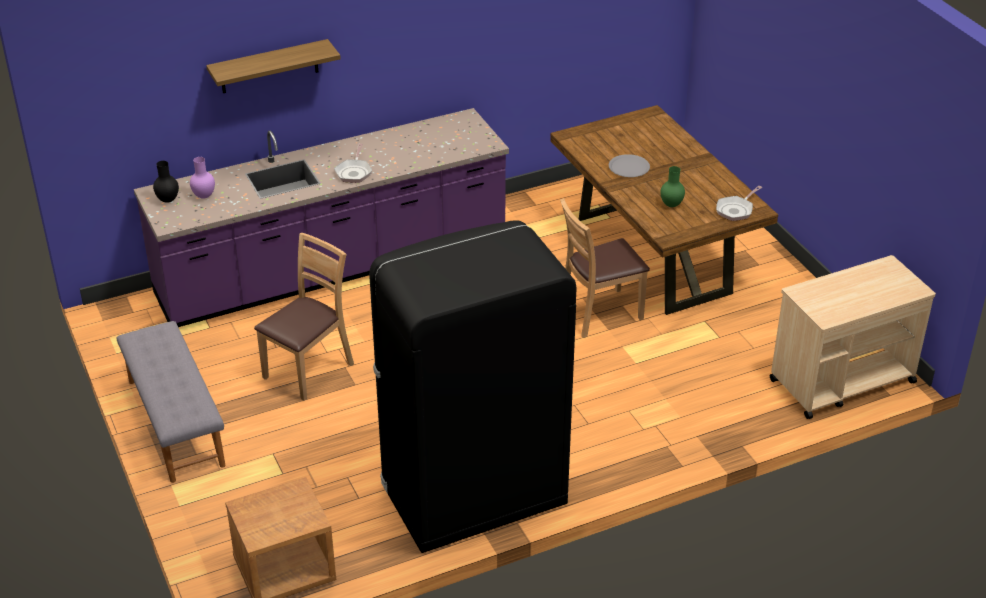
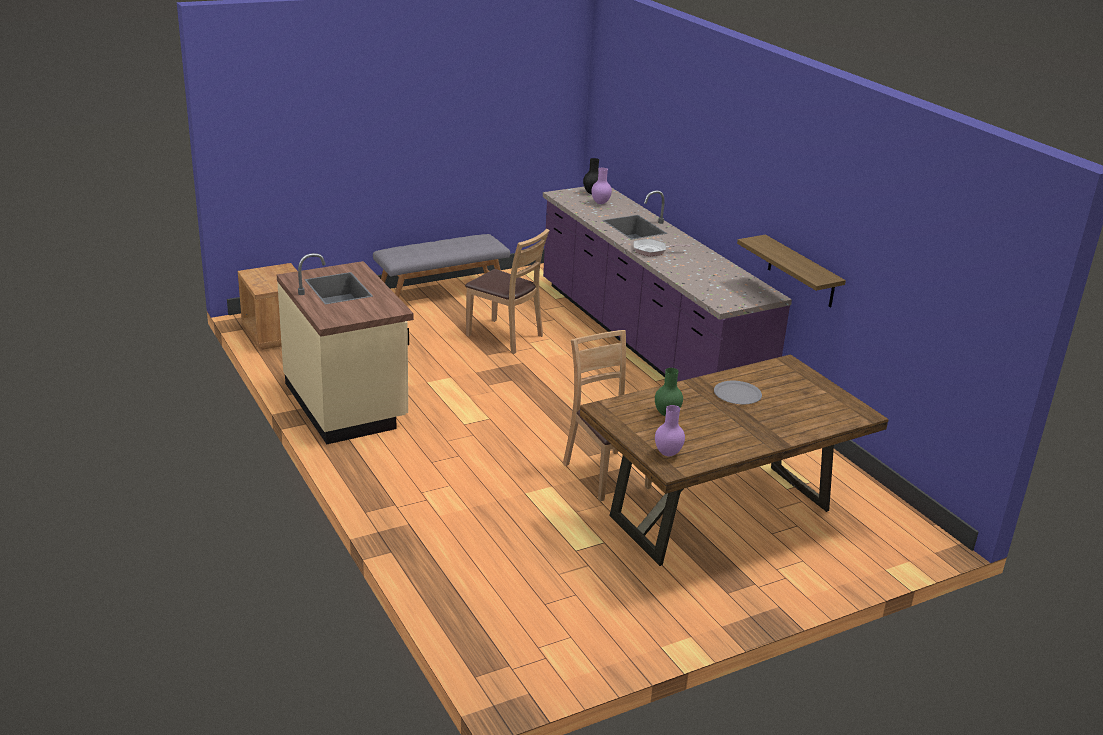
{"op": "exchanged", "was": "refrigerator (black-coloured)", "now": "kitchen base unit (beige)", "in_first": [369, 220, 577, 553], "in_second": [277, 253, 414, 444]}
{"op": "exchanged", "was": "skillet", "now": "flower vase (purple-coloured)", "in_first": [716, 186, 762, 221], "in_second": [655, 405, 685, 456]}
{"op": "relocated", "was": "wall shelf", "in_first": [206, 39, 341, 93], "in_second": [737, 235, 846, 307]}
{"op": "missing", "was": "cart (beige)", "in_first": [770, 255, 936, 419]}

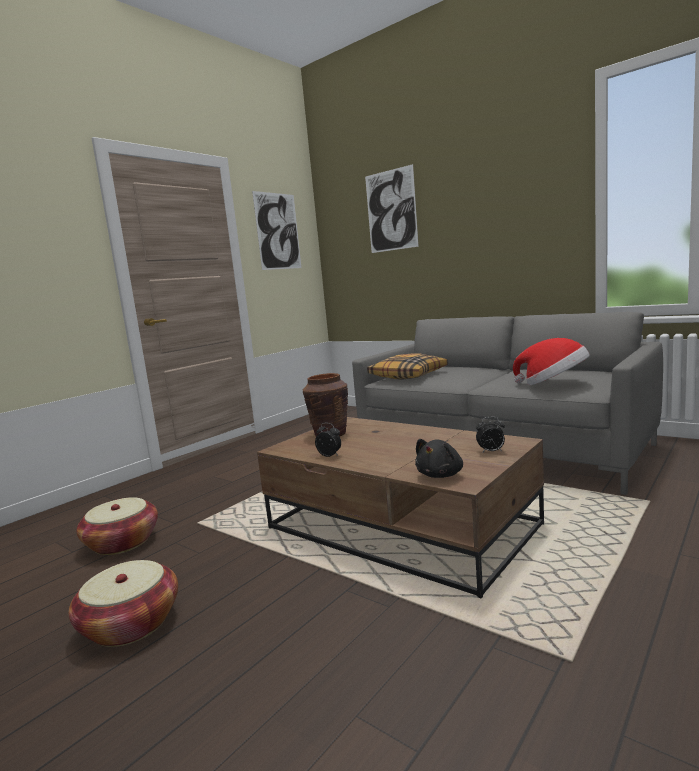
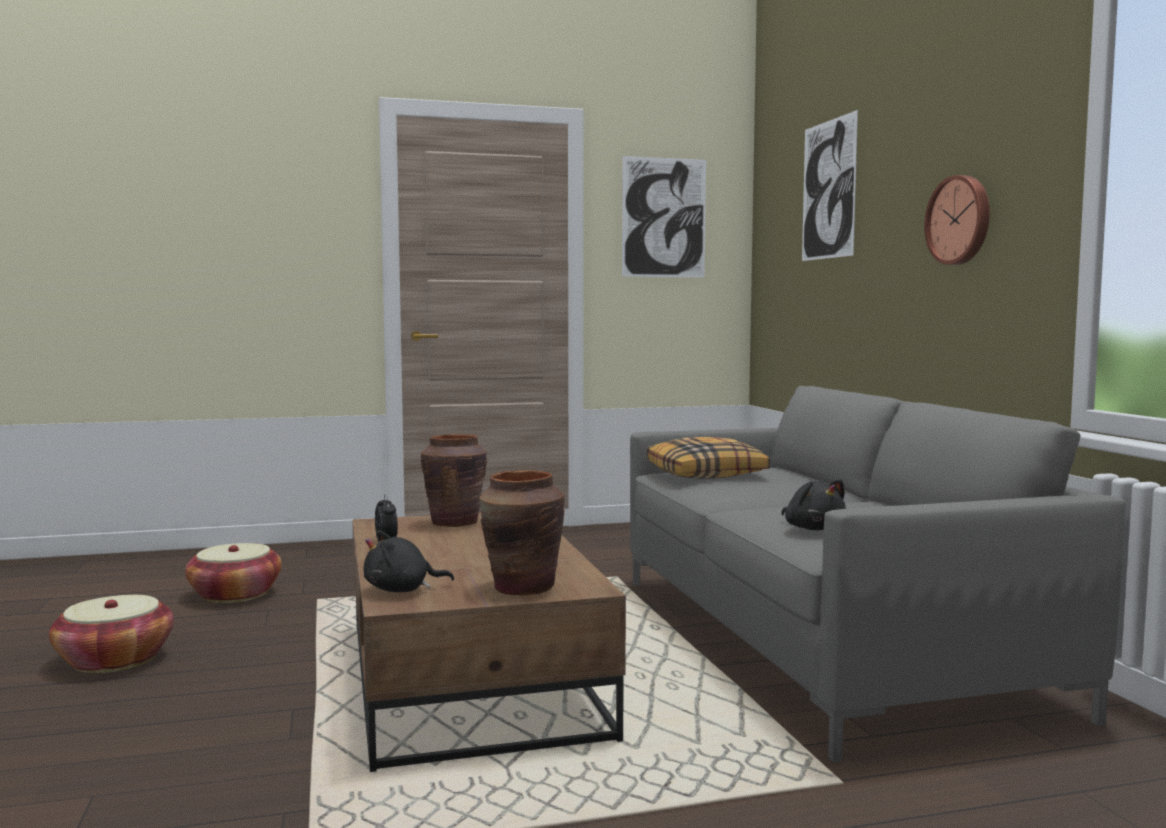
{"op": "exchanged", "was": "bedside clock", "now": "flower vase (brownish)", "in_first": [476, 416, 505, 452], "in_second": [479, 470, 565, 595]}
{"op": "exchanged", "was": "clothing hat", "now": "soft toy (black-coloured)", "in_first": [513, 338, 590, 385], "in_second": [781, 480, 846, 530]}
{"op": "appeared", "now": "hanging clock", "in_second": [924, 175, 990, 265]}

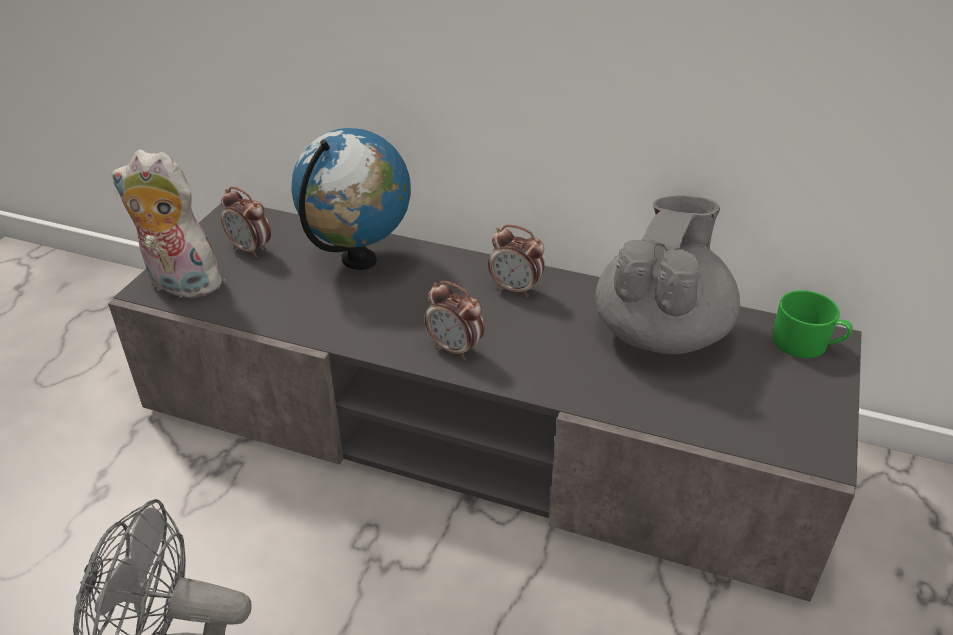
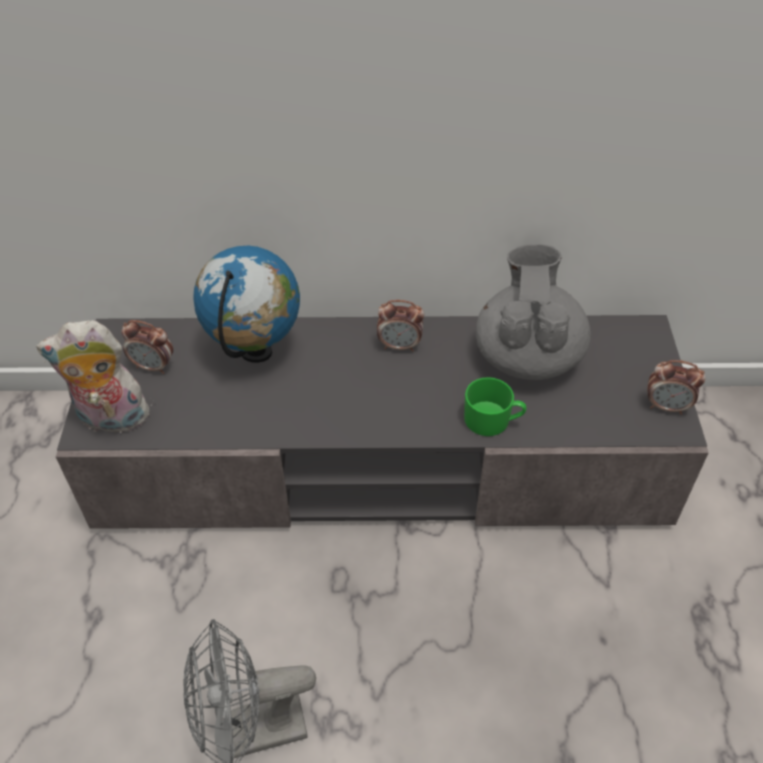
{"op": "relocated", "was": "coffee mug (greenish)", "in_first": [772, 290, 853, 358], "in_second": [464, 377, 526, 436]}
{"op": "relocated", "was": "bedside clock", "in_first": [425, 281, 485, 360], "in_second": [647, 360, 705, 415]}

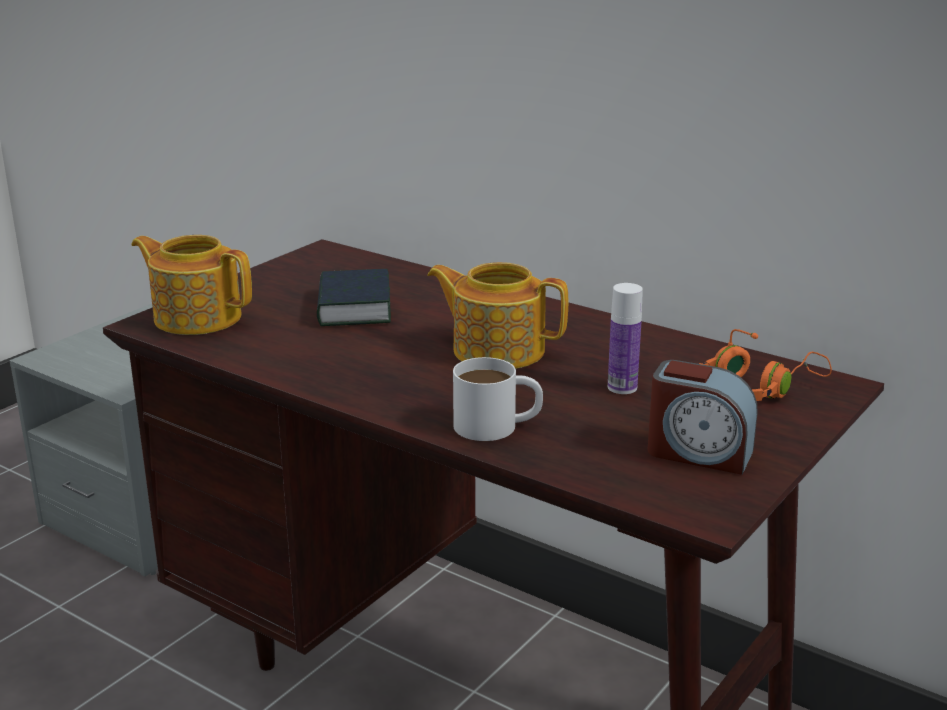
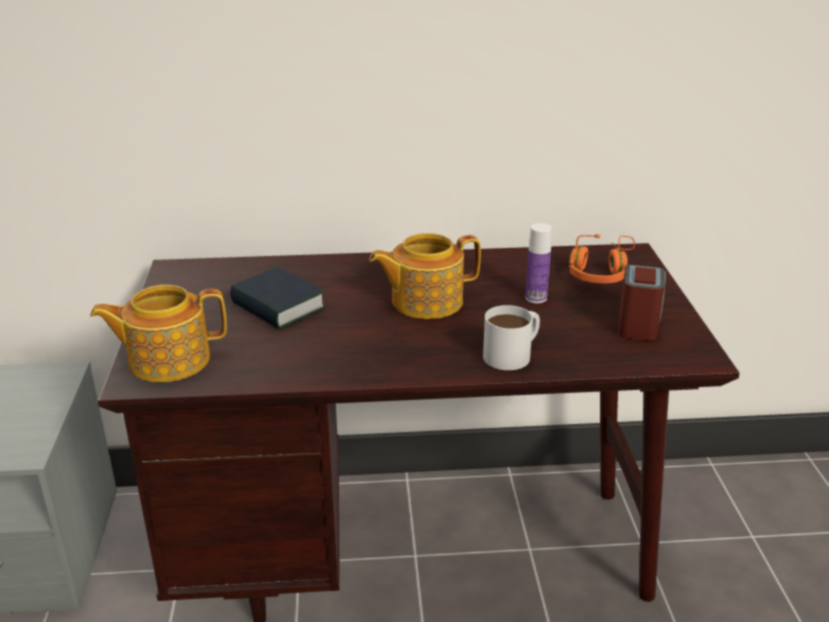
{"op": "spun", "was": "bedside clock", "in_first": [648, 360, 758, 475], "in_second": [618, 265, 666, 341], "clockwise": -60}

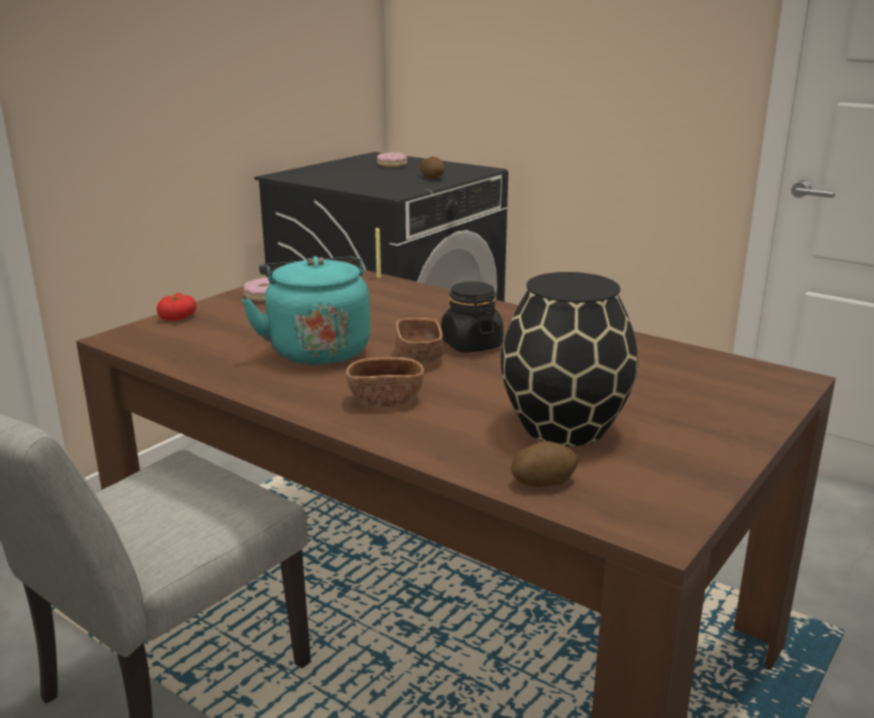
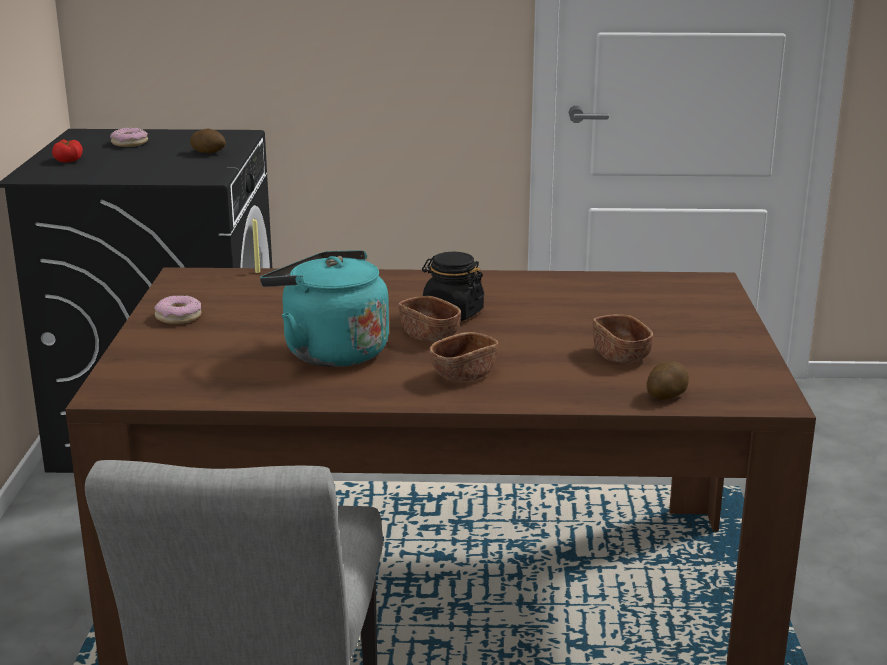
{"op": "relocated", "was": "fresh tomato", "in_first": [157, 293, 196, 321], "in_second": [52, 139, 83, 163]}
{"op": "exchanged", "was": "flower vase (black-coloured)", "now": "deep dish (brownish)", "in_first": [501, 272, 638, 446], "in_second": [593, 315, 653, 363]}

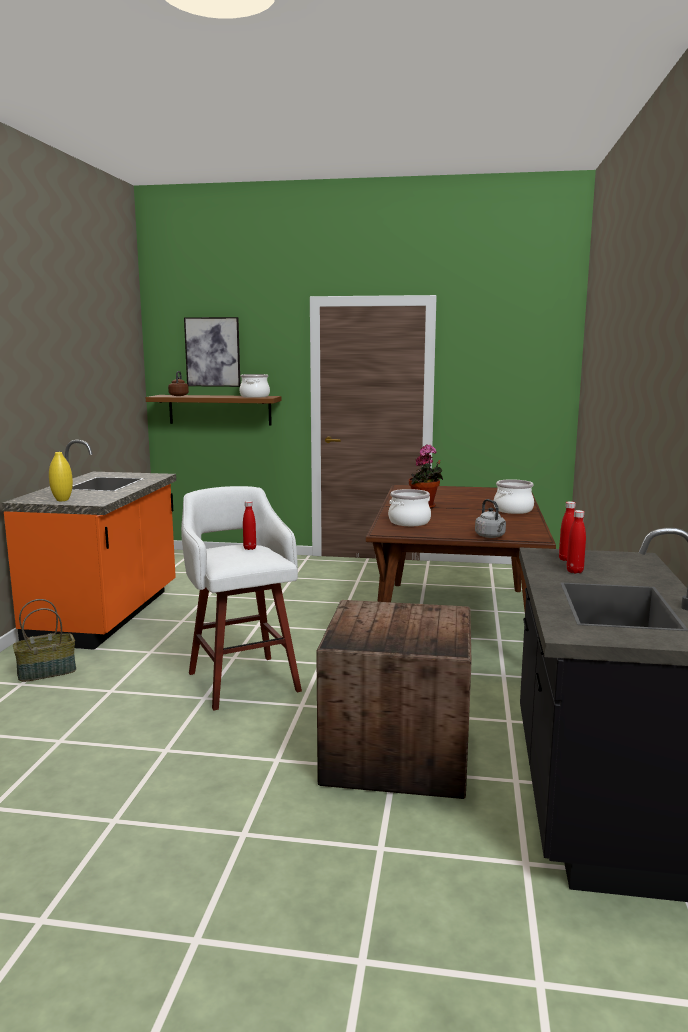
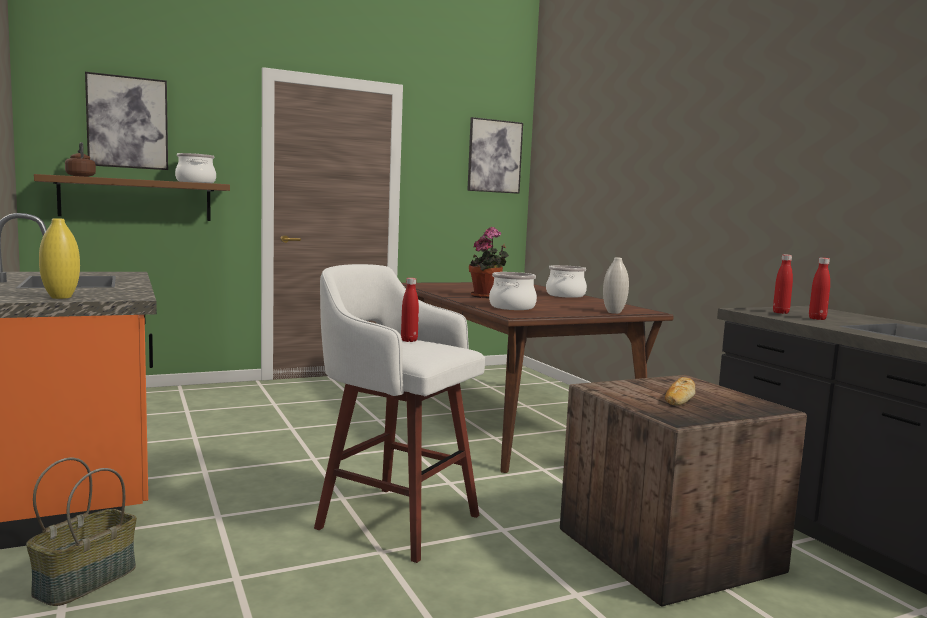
{"op": "appeared", "now": "wall art", "in_second": [467, 117, 523, 194]}
{"op": "exchanged", "was": "tea kettle (greyish)", "now": "flower vase (whitish)", "in_first": [475, 499, 506, 538], "in_second": [603, 257, 629, 314]}
{"op": "appeared", "now": "bakery bread", "in_second": [665, 377, 695, 406]}

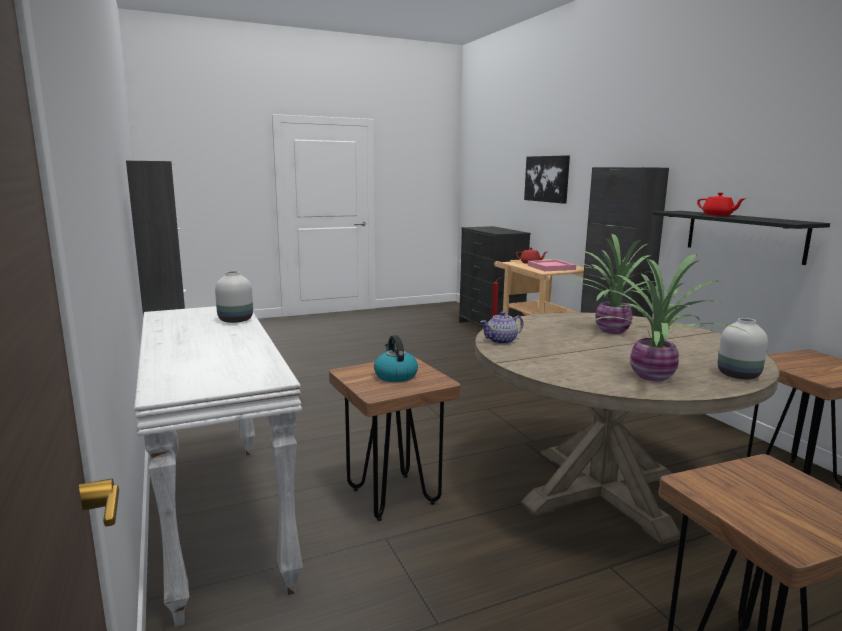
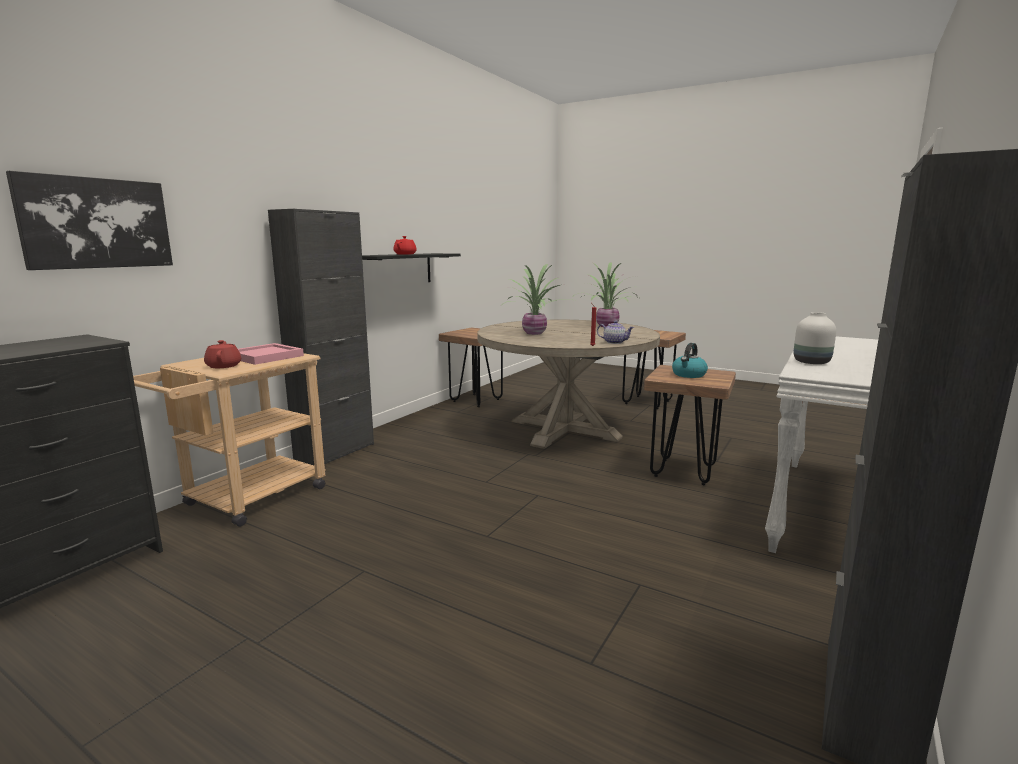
{"op": "missing", "was": "flower vase (whitish)", "in_first": [718, 318, 768, 379]}

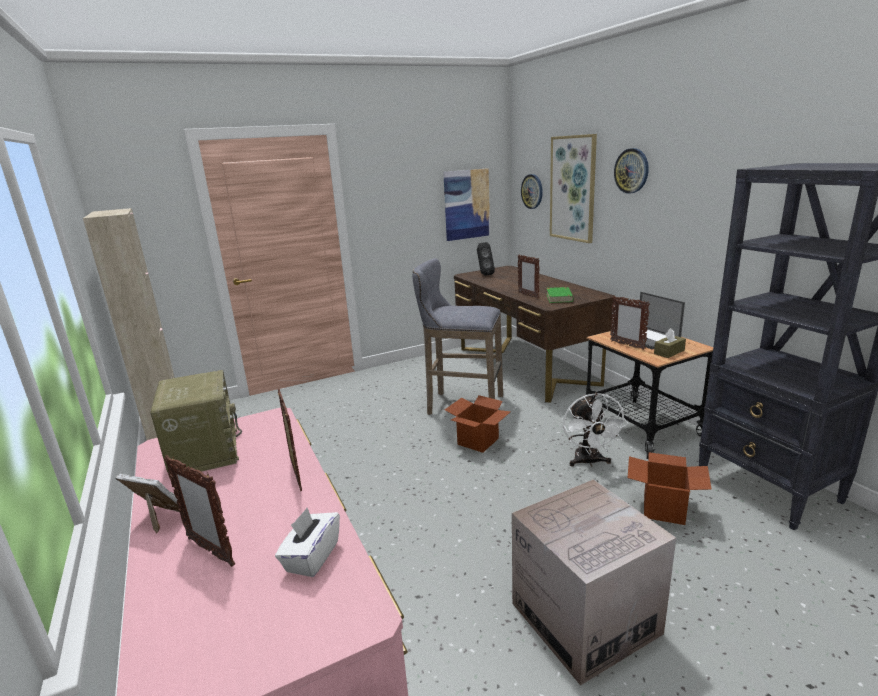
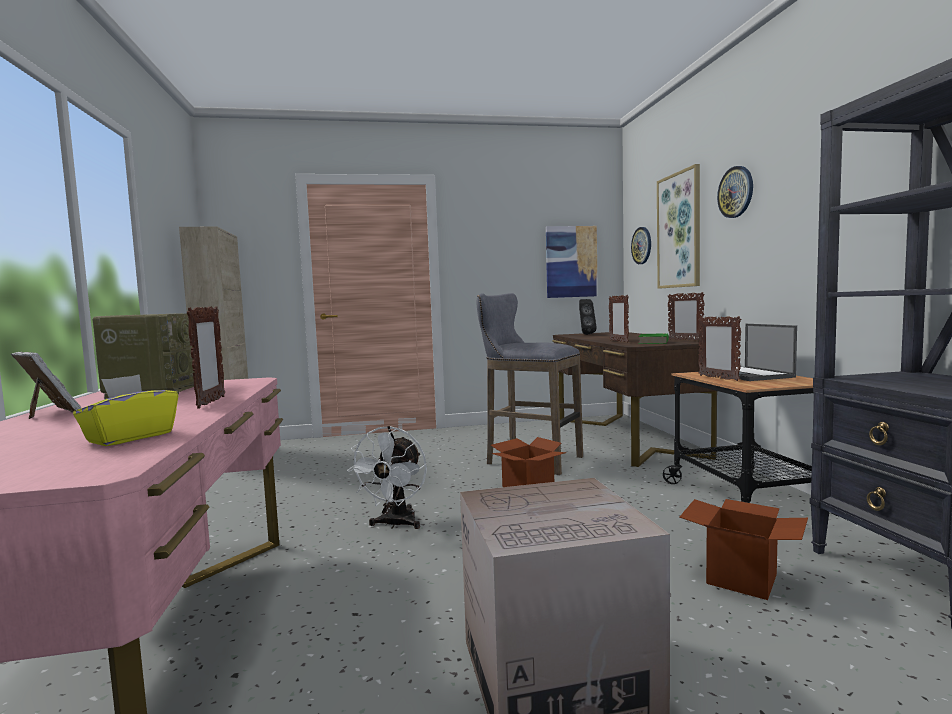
{"op": "colour", "was": "tissue box (whitish)", "now": "tissue box (yellowish)", "in_first": [275, 508, 340, 577], "in_second": [73, 374, 178, 446]}
{"op": "relocated", "was": "cooling fan (whitish)", "in_first": [563, 393, 628, 467], "in_second": [347, 426, 427, 529]}
{"op": "relocated", "was": "standing frame", "in_first": [164, 455, 235, 567], "in_second": [668, 292, 705, 341]}
{"op": "missing", "was": "tissue box (brownish)", "in_first": [654, 328, 686, 358]}

